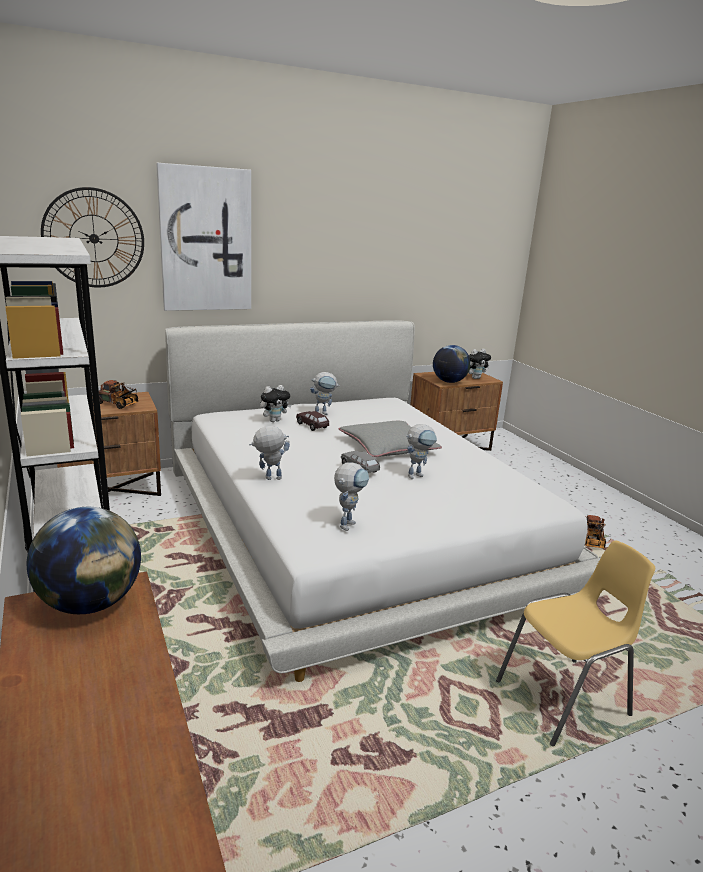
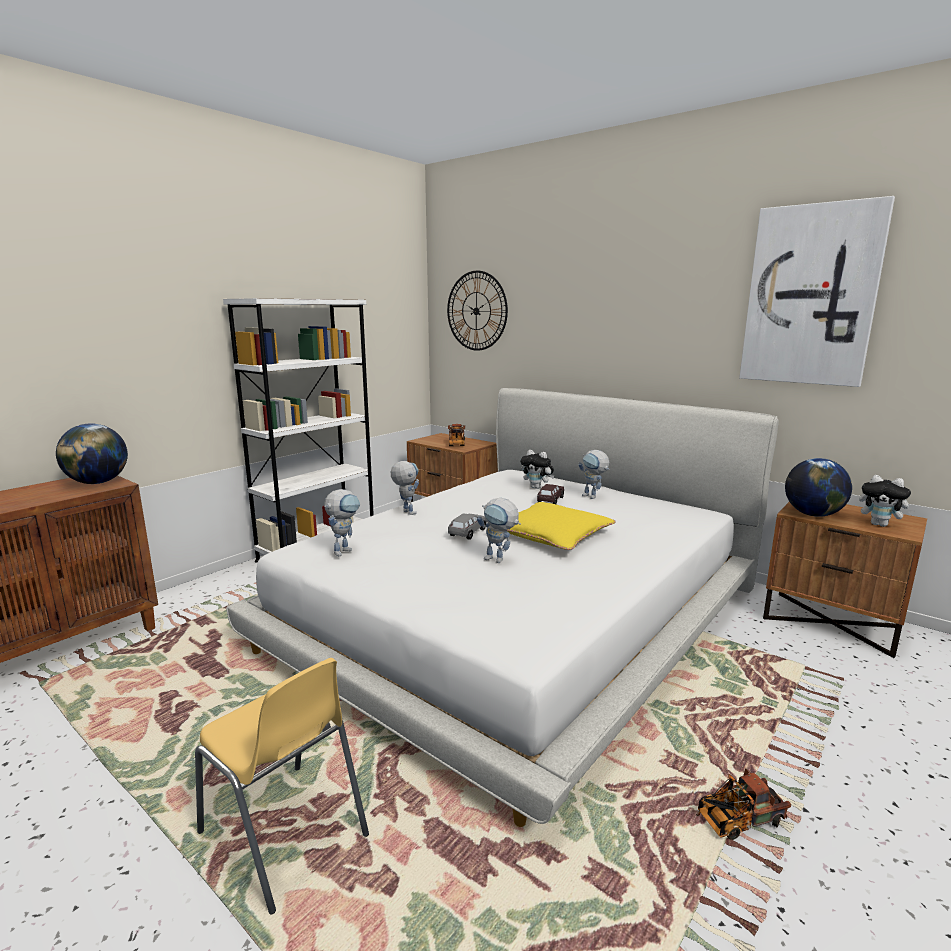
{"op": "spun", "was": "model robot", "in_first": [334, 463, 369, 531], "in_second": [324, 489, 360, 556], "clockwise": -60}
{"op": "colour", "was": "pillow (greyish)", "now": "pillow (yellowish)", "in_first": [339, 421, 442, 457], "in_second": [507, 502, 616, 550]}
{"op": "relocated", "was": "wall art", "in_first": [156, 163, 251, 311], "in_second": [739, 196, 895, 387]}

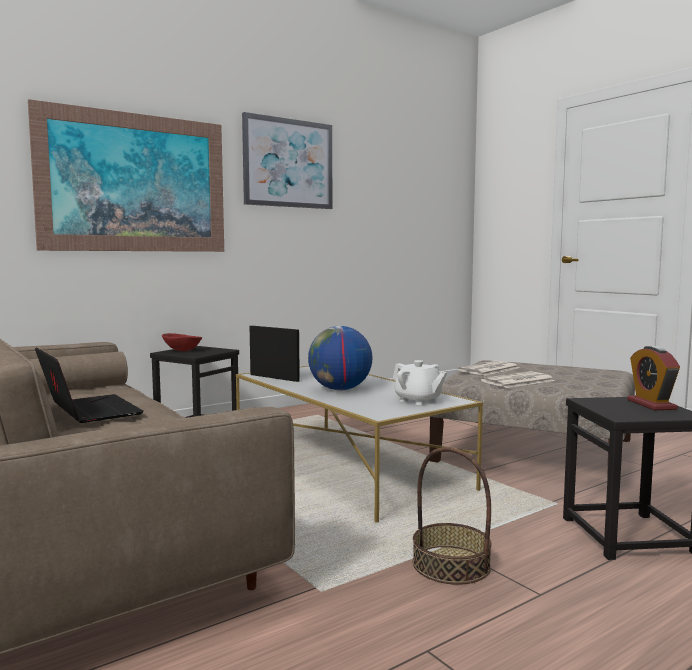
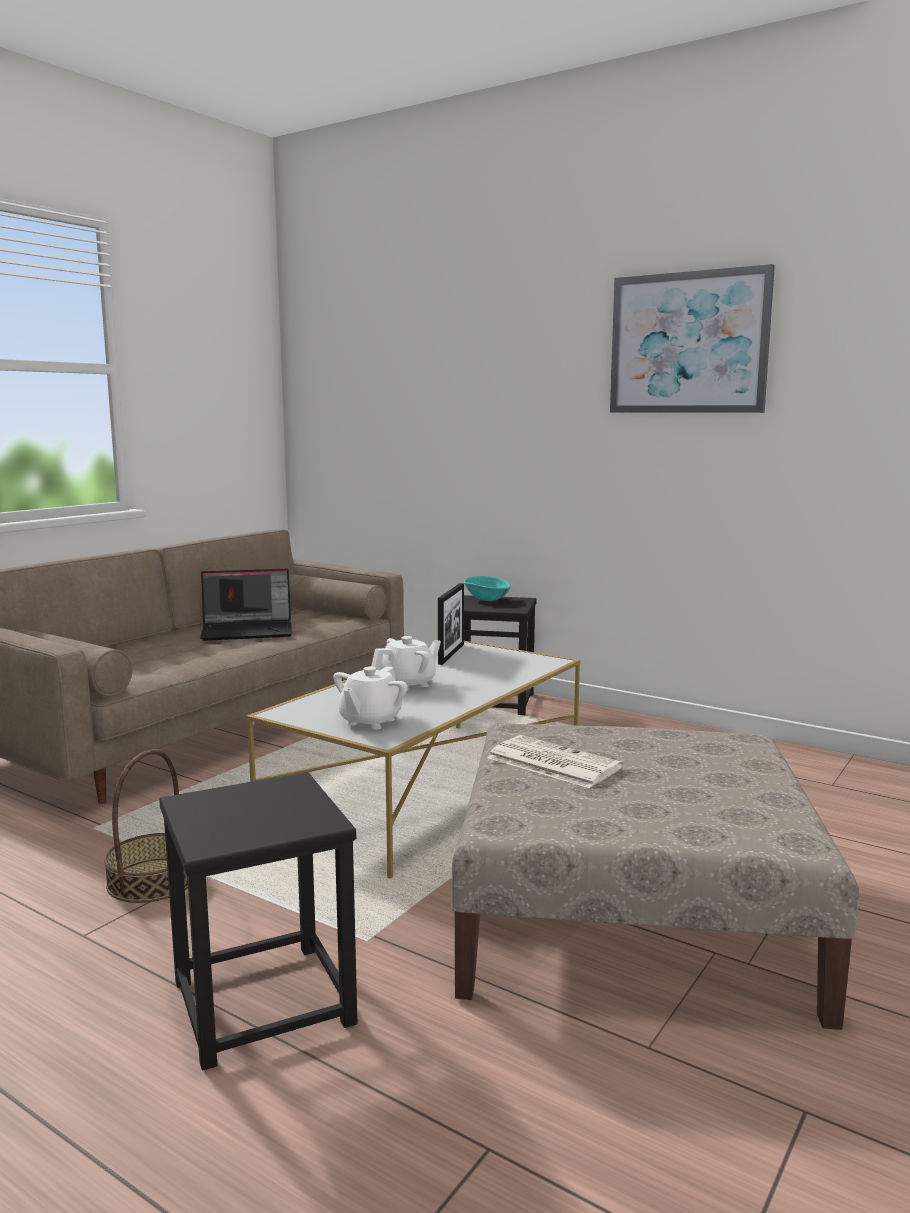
{"op": "spun", "was": "portable computer", "in_first": [35, 348, 144, 423], "in_second": [200, 569, 292, 641], "clockwise": 45}
{"op": "exchanged", "was": "world globe", "now": "pot for tea (whitish)", "in_first": [308, 326, 372, 390], "in_second": [371, 636, 441, 691]}
{"op": "colour", "was": "deep dish (reddish)", "now": "deep dish (blue-green)", "in_first": [162, 333, 202, 351], "in_second": [464, 576, 511, 601]}
{"op": "missing", "was": "wall art", "in_first": [28, 99, 224, 252]}
{"op": "missing", "was": "printed paper", "in_first": [458, 360, 519, 375]}
{"op": "missing", "was": "bedside clock", "in_first": [627, 346, 680, 410]}

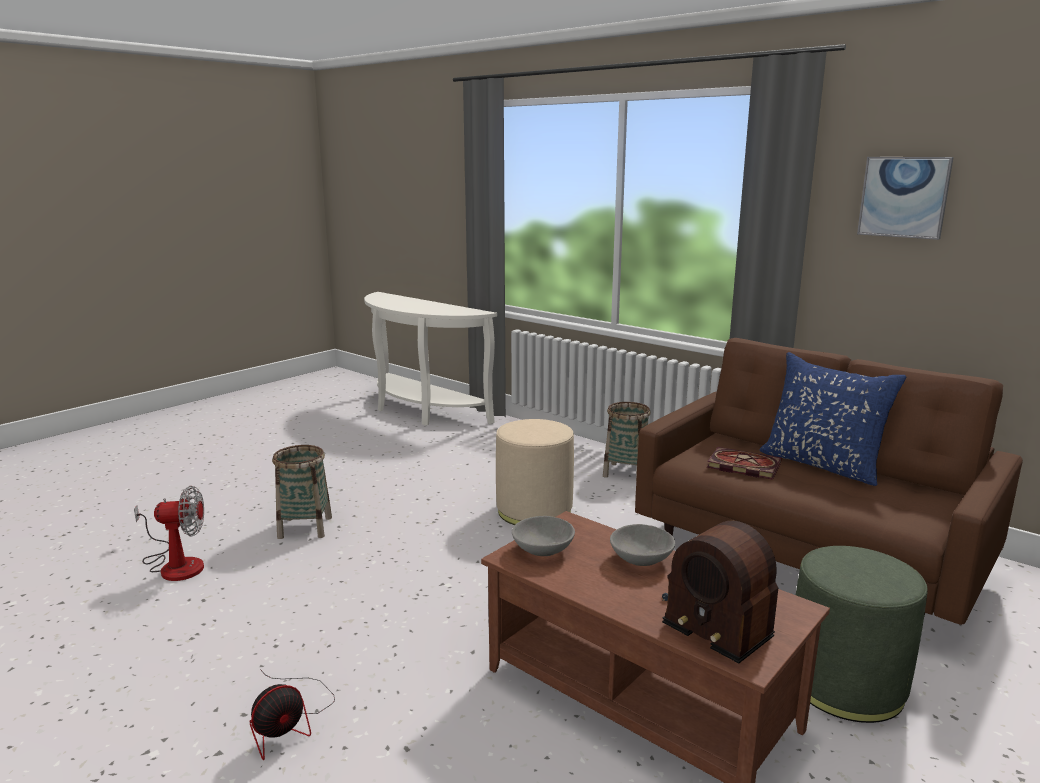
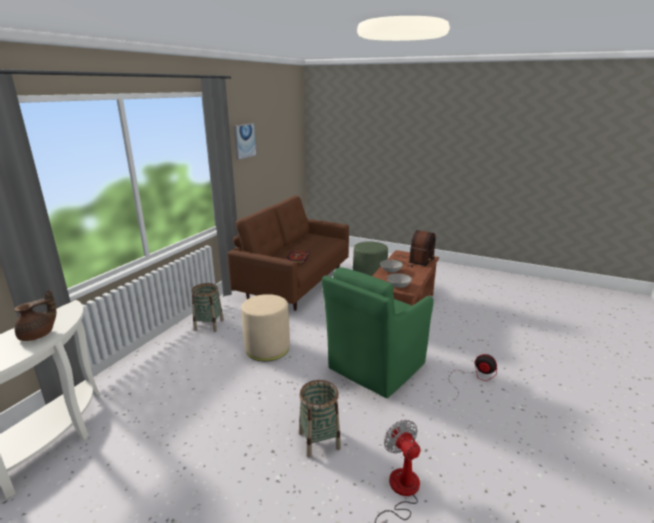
{"op": "appeared", "now": "pot for tea (brownish)", "in_second": [14, 290, 56, 341]}
{"op": "appeared", "now": "armchair (greenish)", "in_second": [322, 267, 434, 398]}
{"op": "missing", "was": "pillow (bluish)", "in_first": [760, 352, 906, 486]}

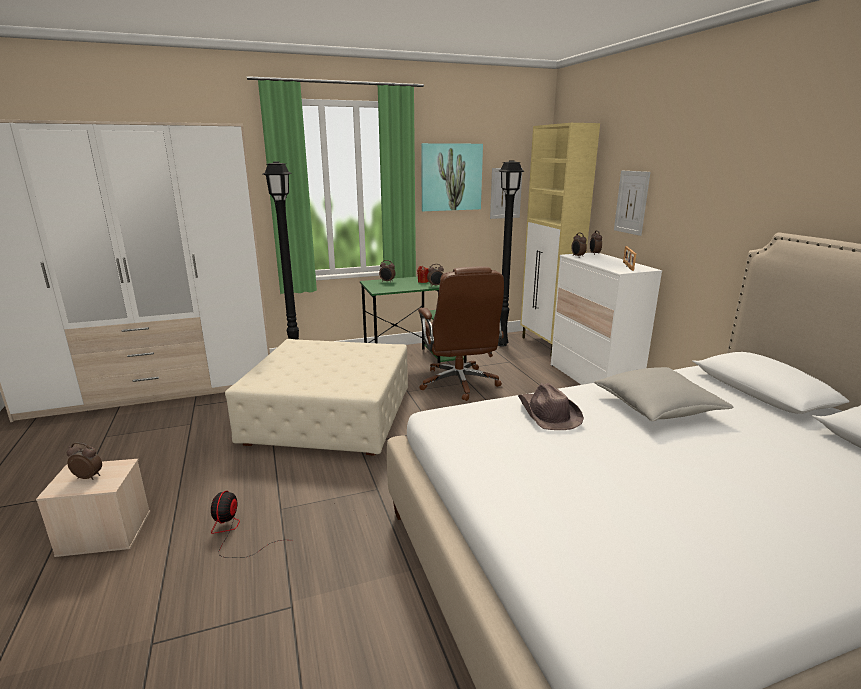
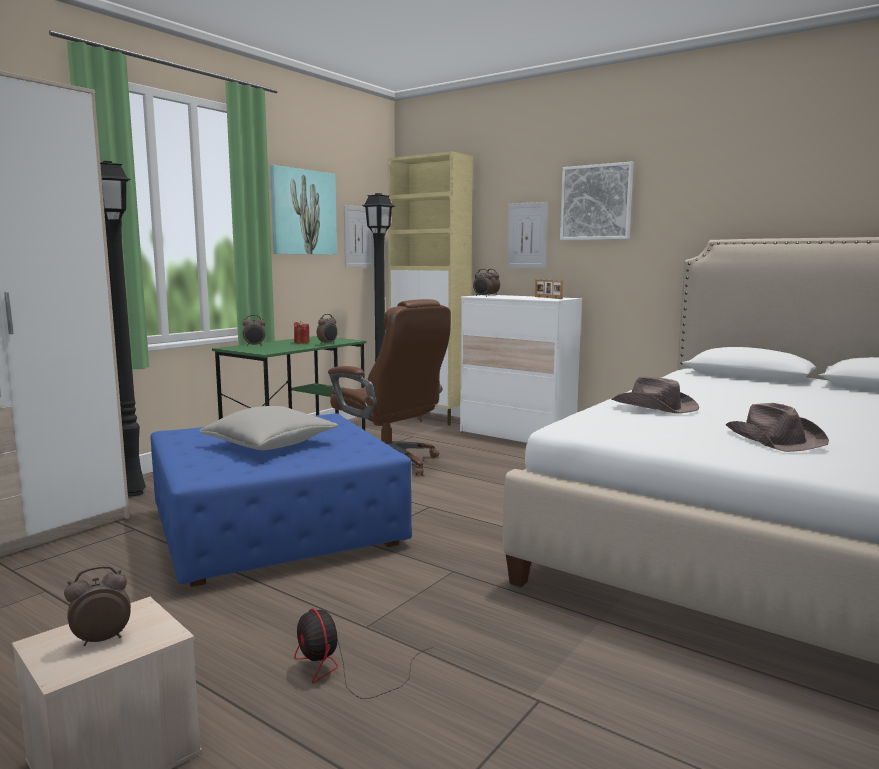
{"op": "colour", "was": "ottoman (beige)", "now": "ottoman (bluish)", "in_first": [225, 339, 408, 456], "in_second": [151, 413, 412, 587]}
{"op": "relocated", "was": "pillow (greyish)", "in_first": [594, 367, 734, 421], "in_second": [199, 406, 338, 450]}
{"op": "appeared", "now": "wall art", "in_second": [560, 161, 634, 240]}
{"op": "appeared", "now": "clothing hat (brownish)", "in_second": [726, 403, 829, 452]}

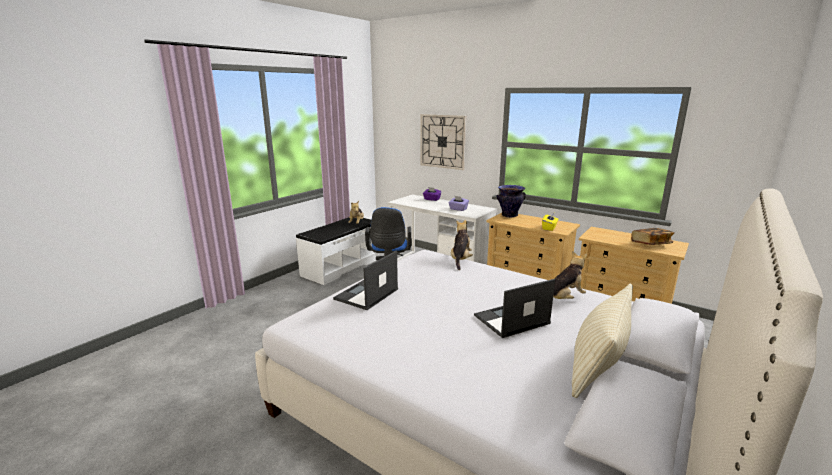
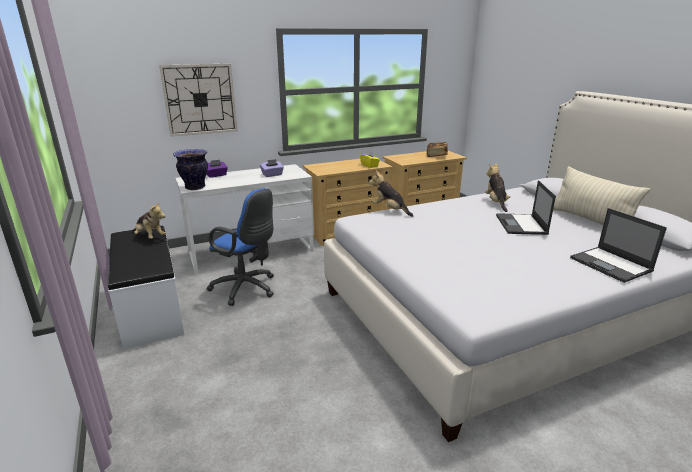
{"op": "relocated", "was": "flower vase", "in_first": [497, 185, 526, 218], "in_second": [173, 149, 208, 190]}
{"op": "relocated", "was": "portable computer", "in_first": [333, 250, 398, 310], "in_second": [570, 208, 667, 283]}

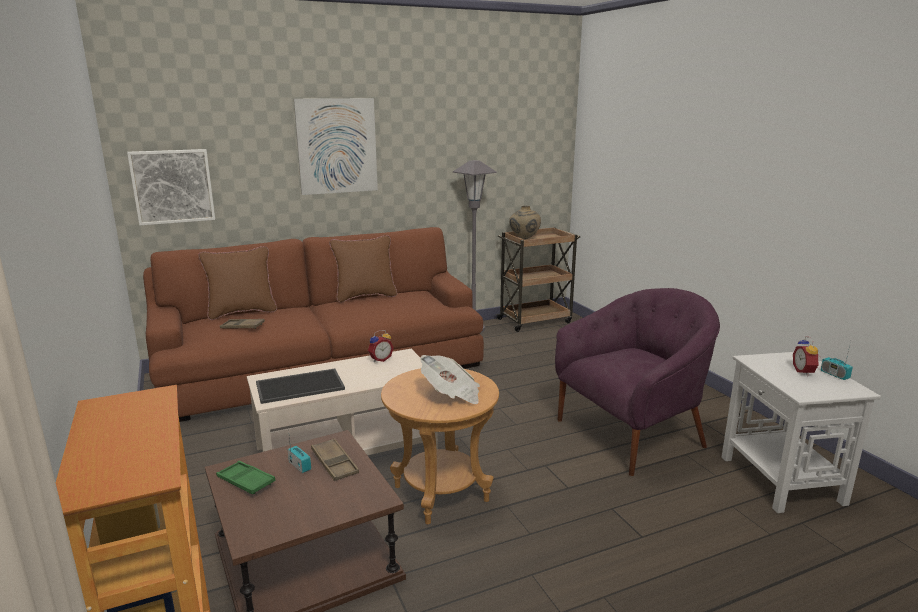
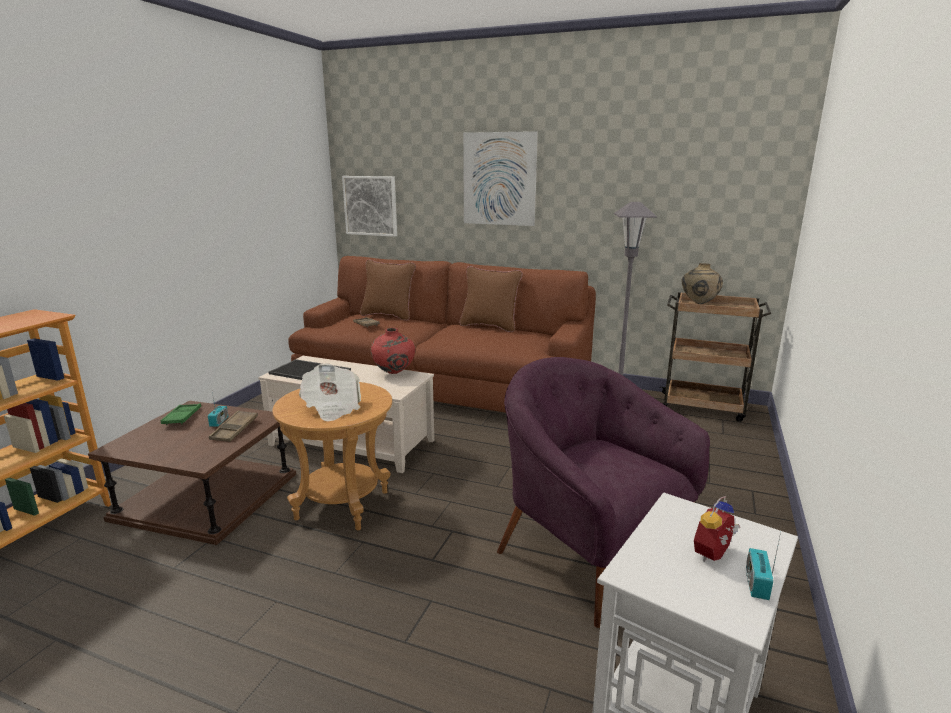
{"op": "exchanged", "was": "bedside clock", "now": "flower vase (reddish)", "in_first": [368, 330, 394, 362], "in_second": [371, 328, 415, 374]}
{"op": "spun", "was": "armchair (purple-coloured)", "in_first": [555, 288, 720, 476], "in_second": [497, 357, 710, 628], "clockwise": -150}

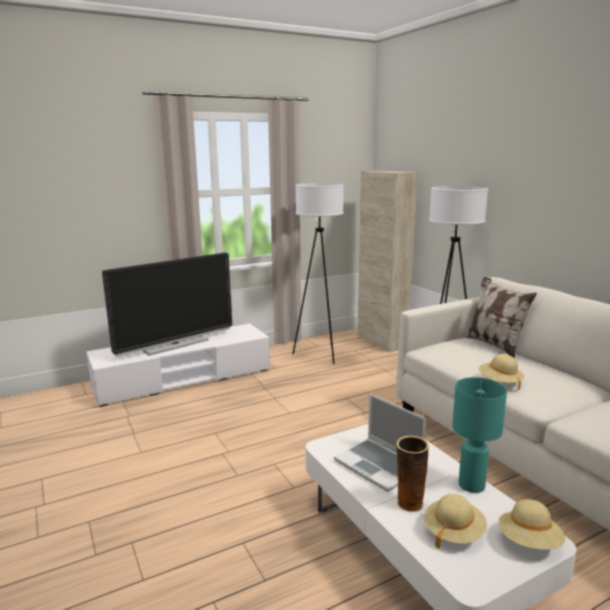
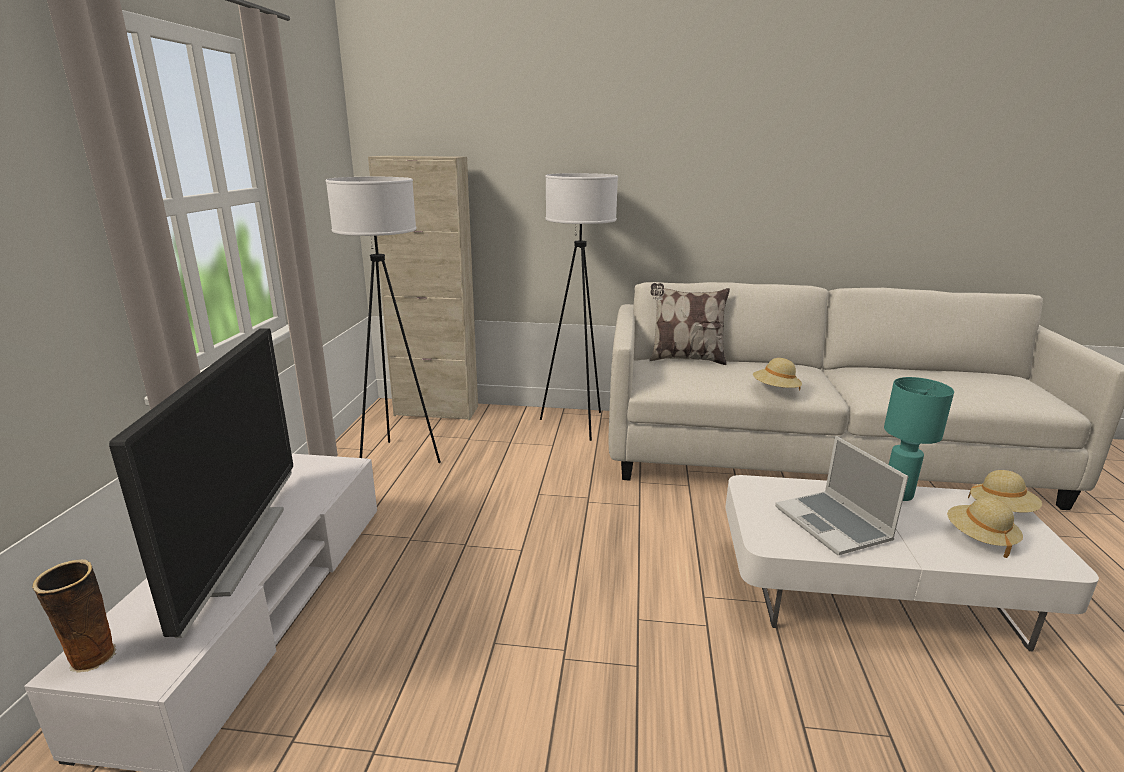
{"op": "relocated", "was": "flower vase", "in_first": [396, 436, 429, 512], "in_second": [32, 559, 116, 673]}
{"op": "spun", "was": "portable computer", "in_first": [334, 394, 427, 492], "in_second": [775, 436, 909, 555], "clockwise": 75}

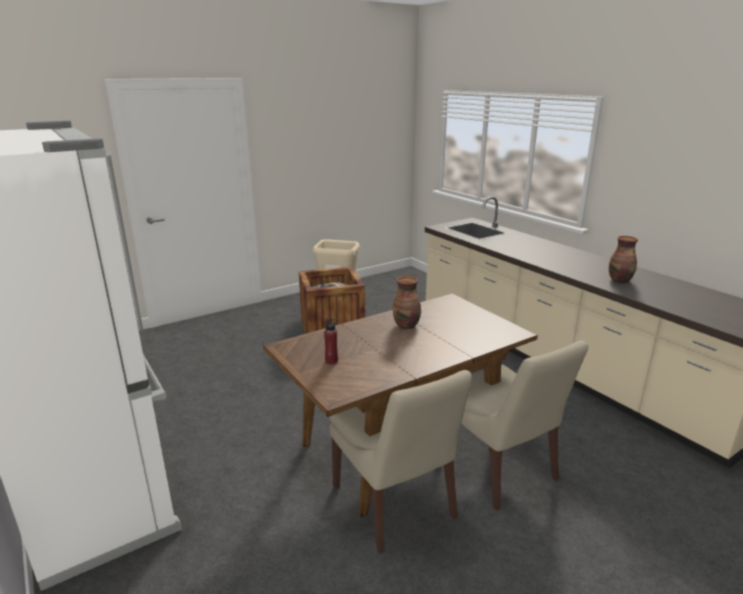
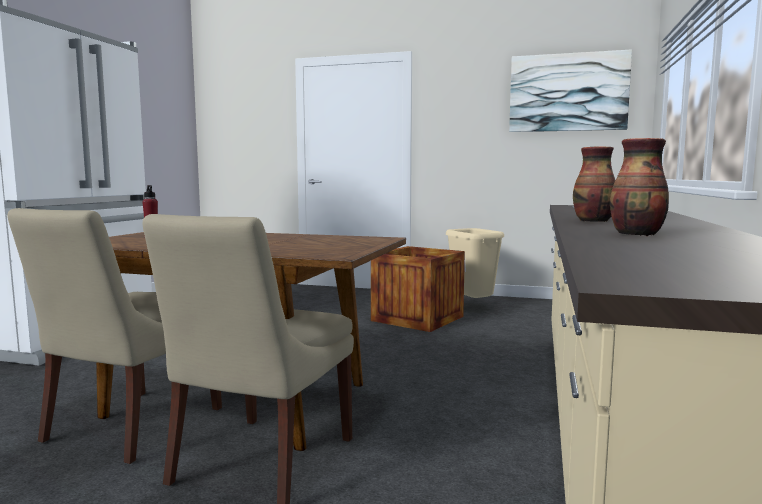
{"op": "appeared", "now": "wall art", "in_second": [509, 50, 632, 132]}
{"op": "relocated", "was": "flower vase", "in_first": [393, 276, 421, 329], "in_second": [573, 146, 615, 222]}

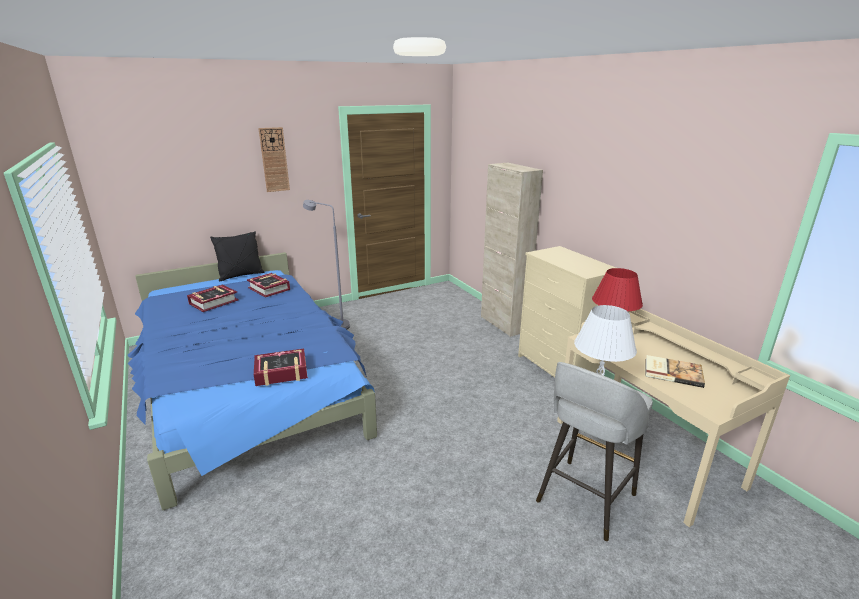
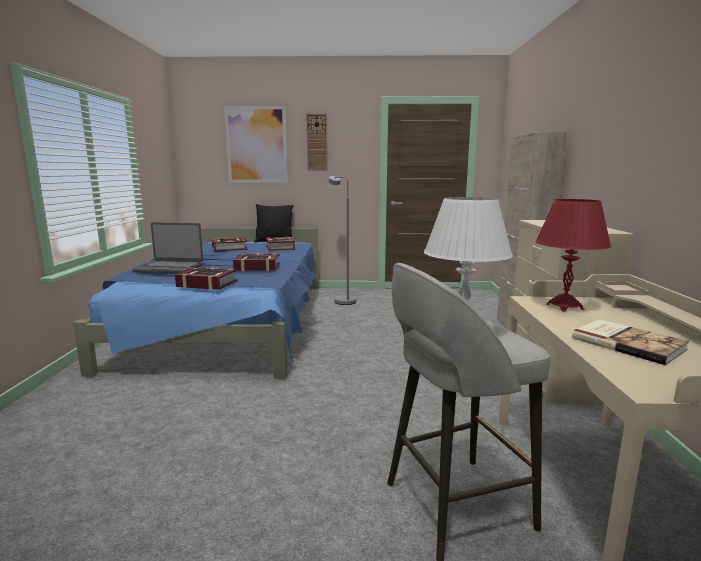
{"op": "appeared", "now": "portable computer", "in_second": [132, 222, 203, 274]}
{"op": "appeared", "now": "wall art", "in_second": [224, 106, 288, 183]}
{"op": "appeared", "now": "volume", "in_second": [233, 253, 280, 271]}

